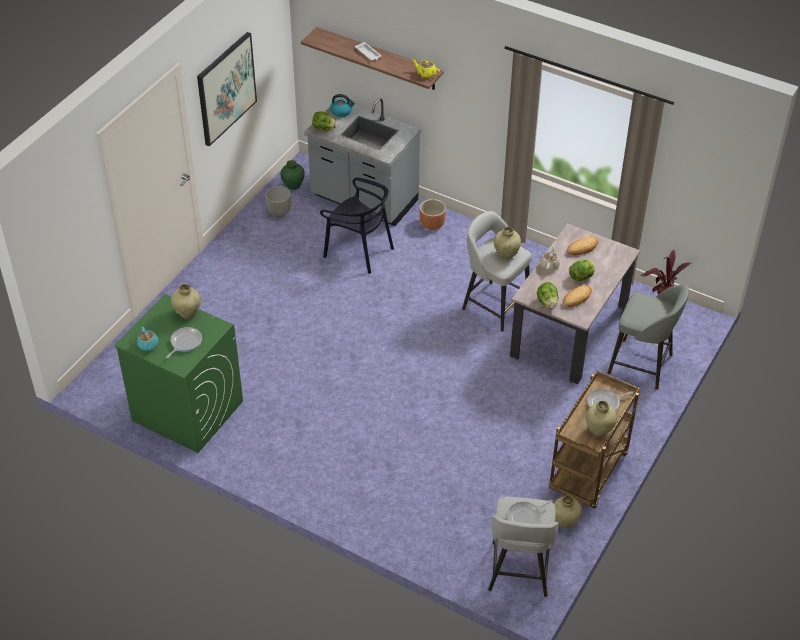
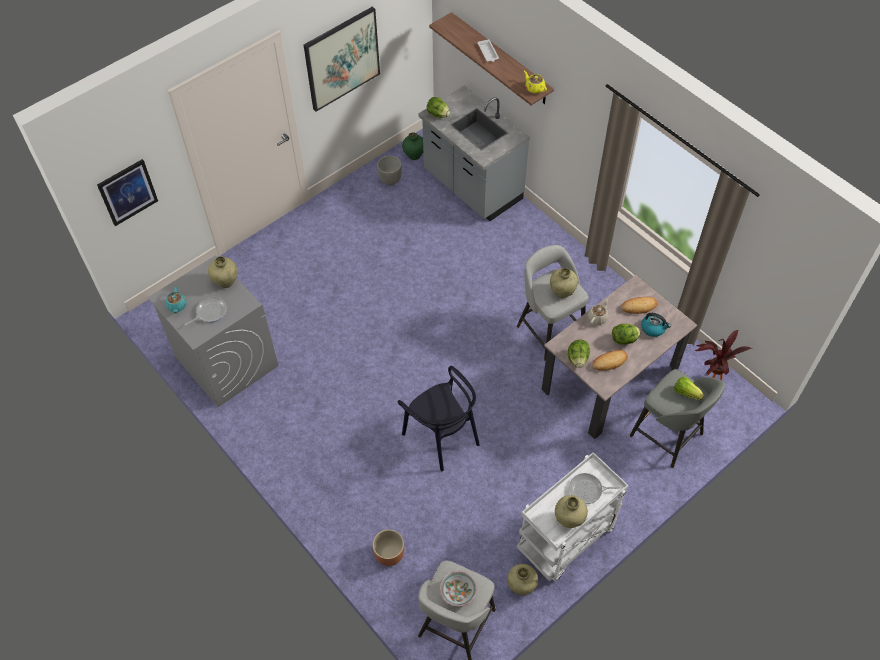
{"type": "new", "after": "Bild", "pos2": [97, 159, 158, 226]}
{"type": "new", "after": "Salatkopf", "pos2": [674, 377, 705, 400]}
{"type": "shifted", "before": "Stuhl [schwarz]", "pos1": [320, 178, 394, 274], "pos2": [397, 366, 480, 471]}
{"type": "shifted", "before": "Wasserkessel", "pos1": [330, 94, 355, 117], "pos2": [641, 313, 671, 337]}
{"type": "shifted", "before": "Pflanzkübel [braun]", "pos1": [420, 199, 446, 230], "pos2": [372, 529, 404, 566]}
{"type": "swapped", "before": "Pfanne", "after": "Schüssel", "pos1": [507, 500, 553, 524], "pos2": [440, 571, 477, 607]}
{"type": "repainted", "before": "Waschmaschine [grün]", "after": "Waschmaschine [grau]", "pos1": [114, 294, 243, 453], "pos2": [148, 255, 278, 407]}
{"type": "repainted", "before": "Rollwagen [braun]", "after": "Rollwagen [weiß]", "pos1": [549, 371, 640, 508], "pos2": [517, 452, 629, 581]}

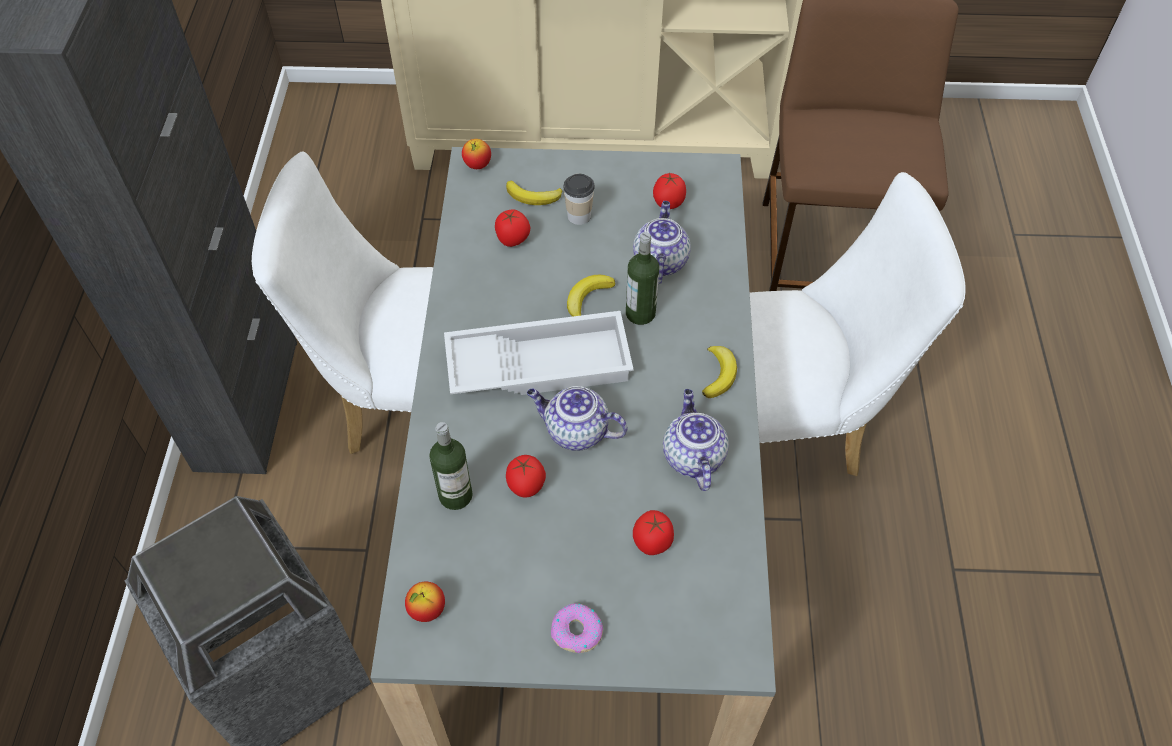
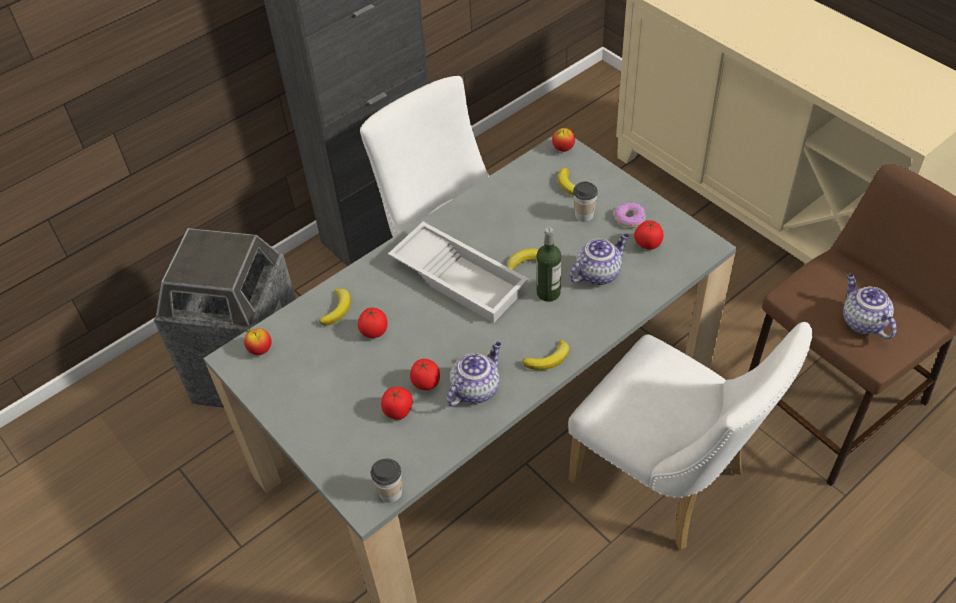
{"type": "new", "after": "Tasse", "pos2": [371, 458, 402, 503]}
{"type": "shifted", "before": "Tomate", "pos1": [495, 209, 530, 247], "pos2": [410, 359, 440, 390]}
{"type": "shifted", "before": "Teekanne", "pos1": [527, 386, 627, 451], "pos2": [843, 274, 897, 339]}
{"type": "shifted", "before": "Donut", "pos1": [551, 603, 603, 653], "pos2": [615, 202, 646, 228]}
{"type": "swapped", "before": "Flasche", "after": "Banane", "pos1": [429, 422, 473, 510], "pos2": [319, 288, 351, 326]}

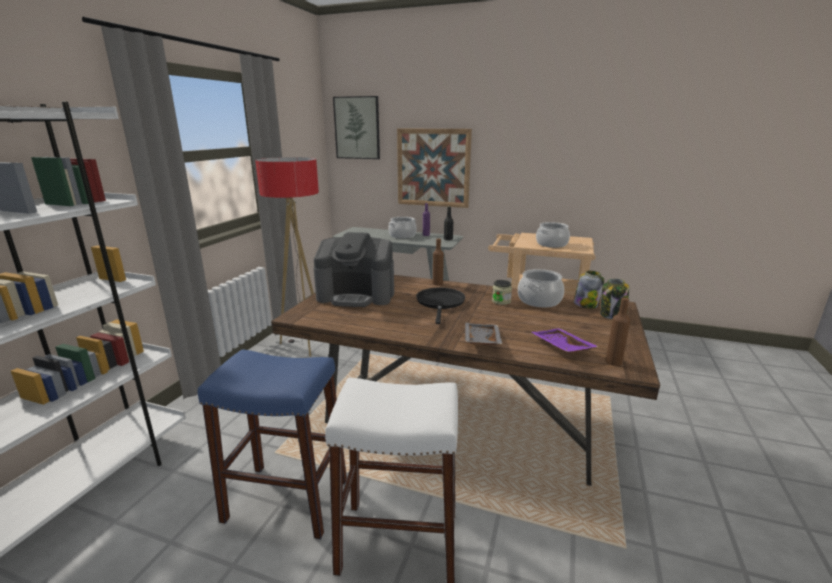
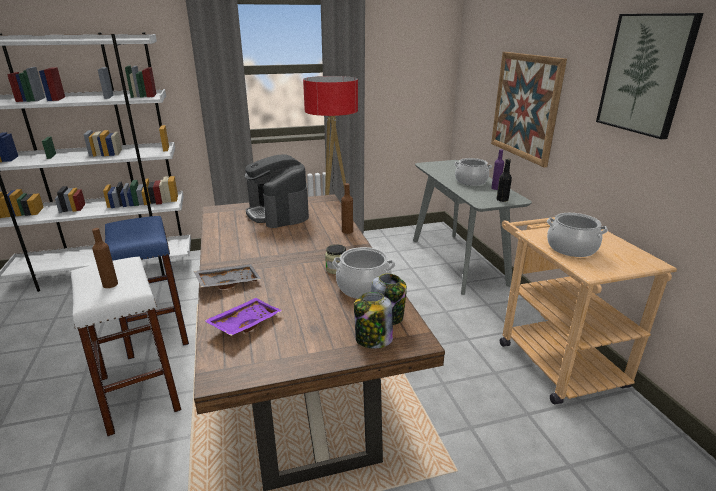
{"type": "gone", "before": "Pfanne [schwarz]", "pos1": [416, 288, 465, 324]}
{"type": "shifted", "before": "Bild", "pos1": [333, 96, 380, 159], "pos2": [596, 13, 704, 139]}
{"type": "shifted", "before": "Flasche [braun]", "pos1": [605, 298, 630, 366], "pos2": [92, 228, 118, 288]}

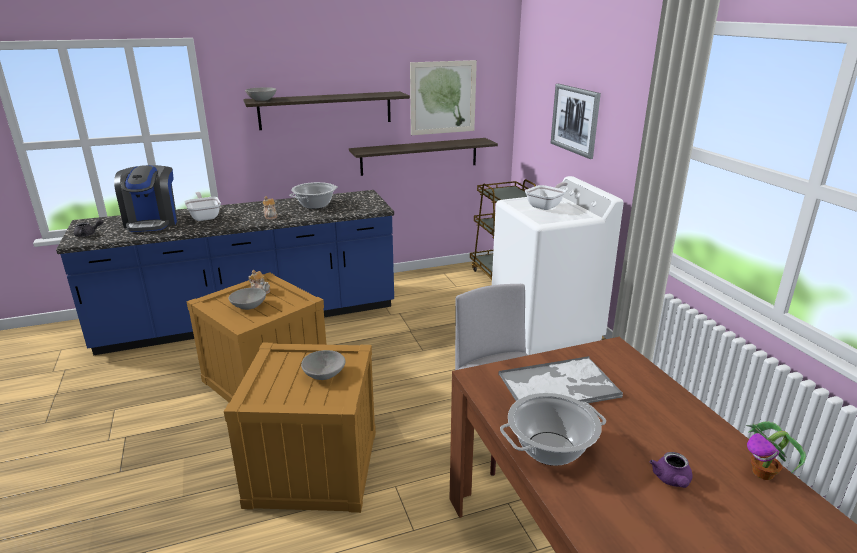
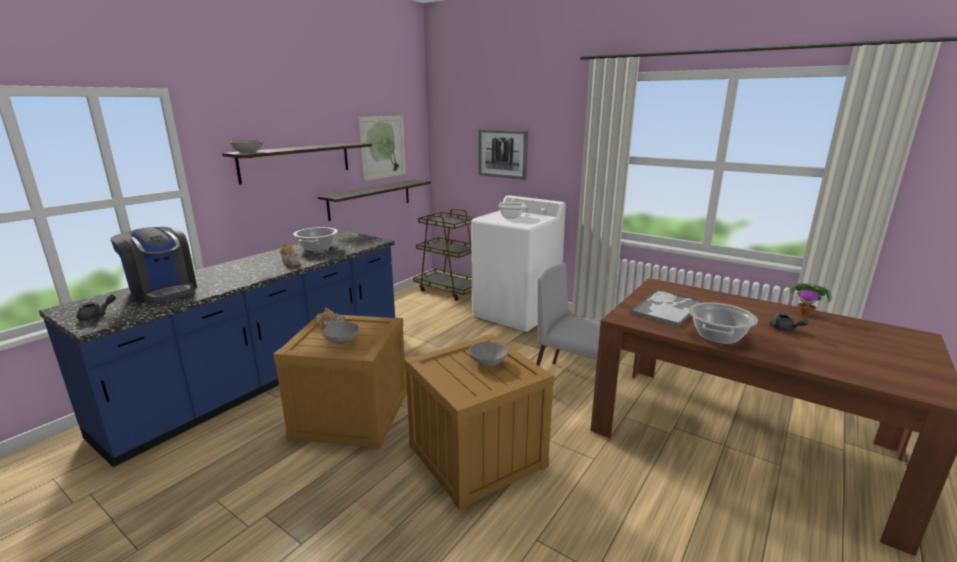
{"type": "gone", "before": "Pfanne", "pos1": [185, 192, 221, 221]}
{"type": "repainted", "before": "Teekanne [lila]", "after": "Teekanne [grau]", "pos1": [650, 452, 692, 488], "pos2": [770, 313, 808, 331]}

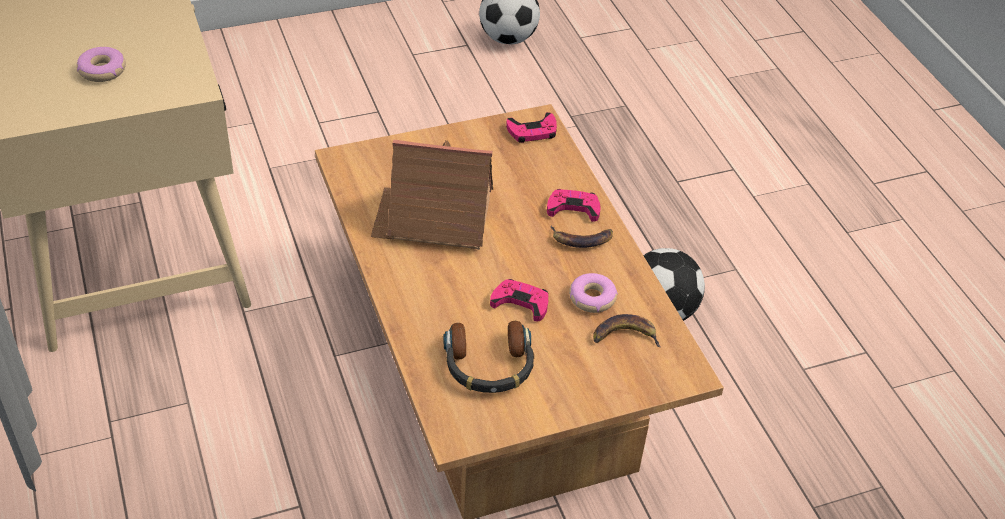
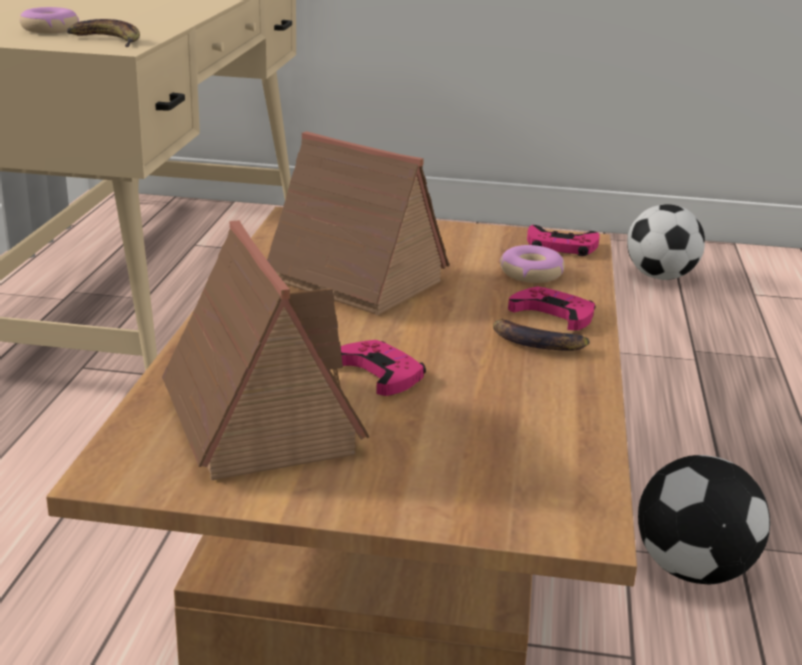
{"type": "shifted", "before": "Donut", "pos1": [569, 273, 618, 313], "pos2": [500, 245, 565, 283]}
{"type": "shifted", "before": "Banane", "pos1": [593, 314, 661, 347], "pos2": [67, 19, 140, 47]}
{"type": "swapped", "before": "Kopfhörer", "after": "Spielzeughaus", "pos1": [443, 321, 534, 393], "pos2": [162, 220, 369, 480]}

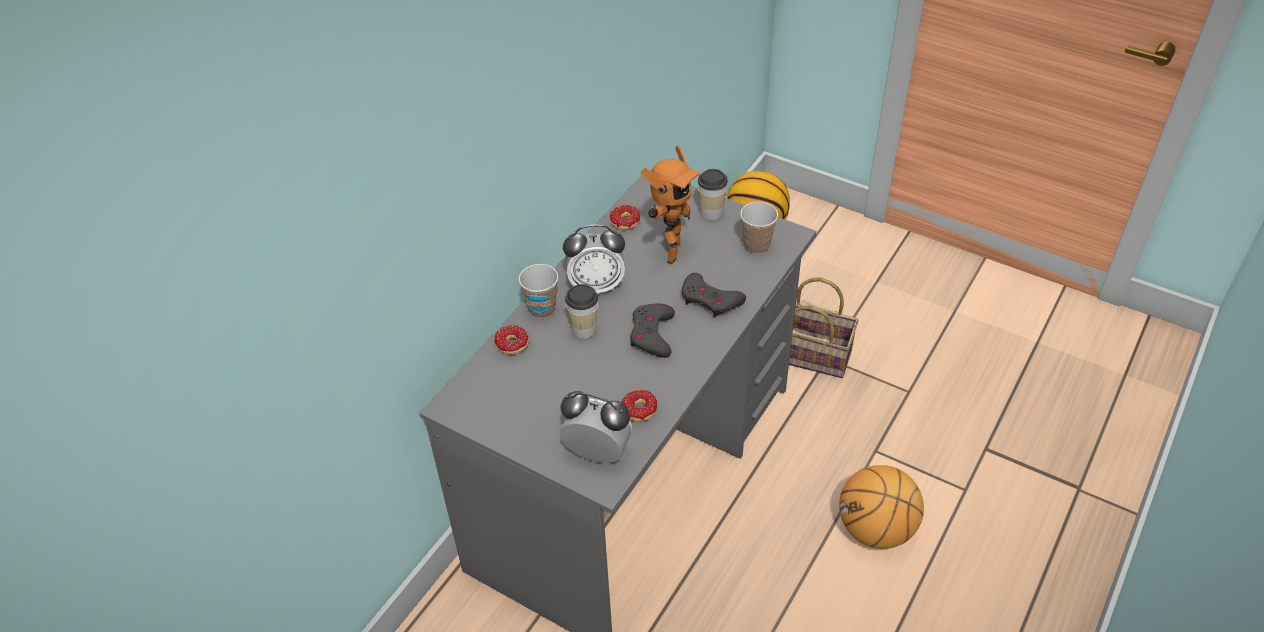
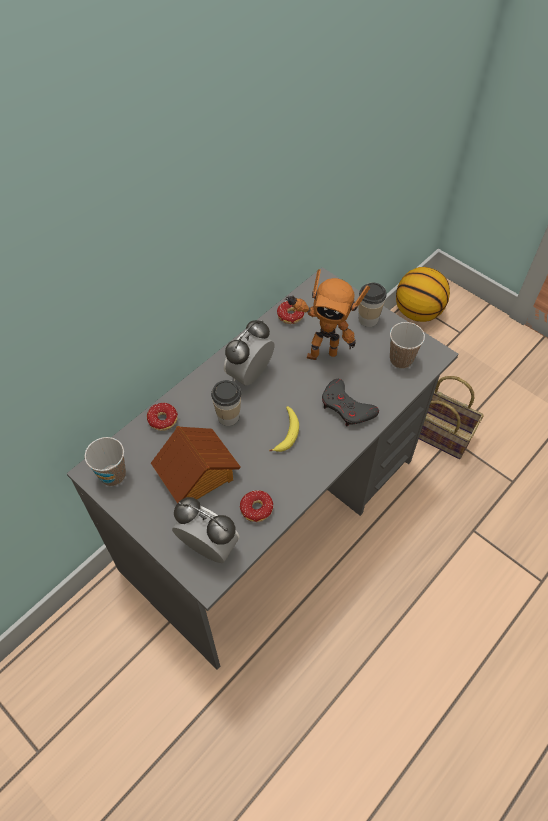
{"type": "gone", "before": "Basketball", "pos1": [839, 465, 924, 549]}
{"type": "new", "after": "Spielzeughaus", "pos2": [151, 426, 241, 503]}
{"type": "shifted", "before": "Tasse", "pos1": [519, 264, 558, 318], "pos2": [85, 437, 126, 486]}
{"type": "swapped", "before": "Gamepad [grau]", "after": "Banane", "pos1": [630, 304, 675, 358], "pos2": [269, 406, 299, 452]}
{"type": "rotated", "before": "Wecker", "pos1": [563, 225, 625, 294], "pos2": [224, 320, 274, 386], "turn": 120}
{"type": "rotated", "before": "Spielzeugroboter", "pos1": [641, 145, 702, 265], "pos2": [285, 269, 370, 360], "turn": 60}

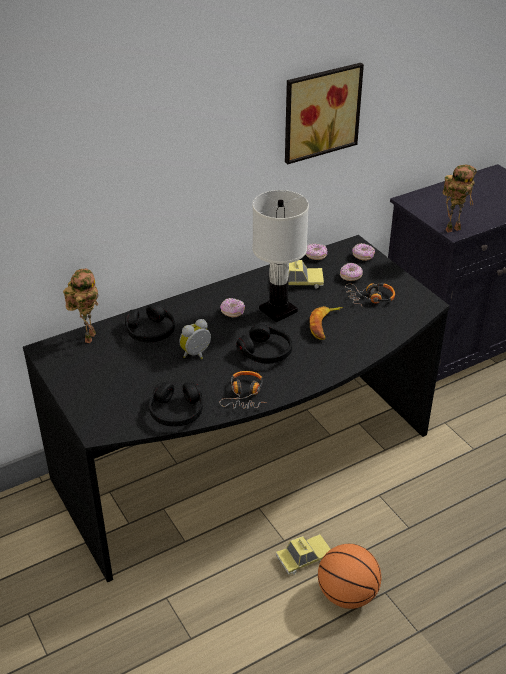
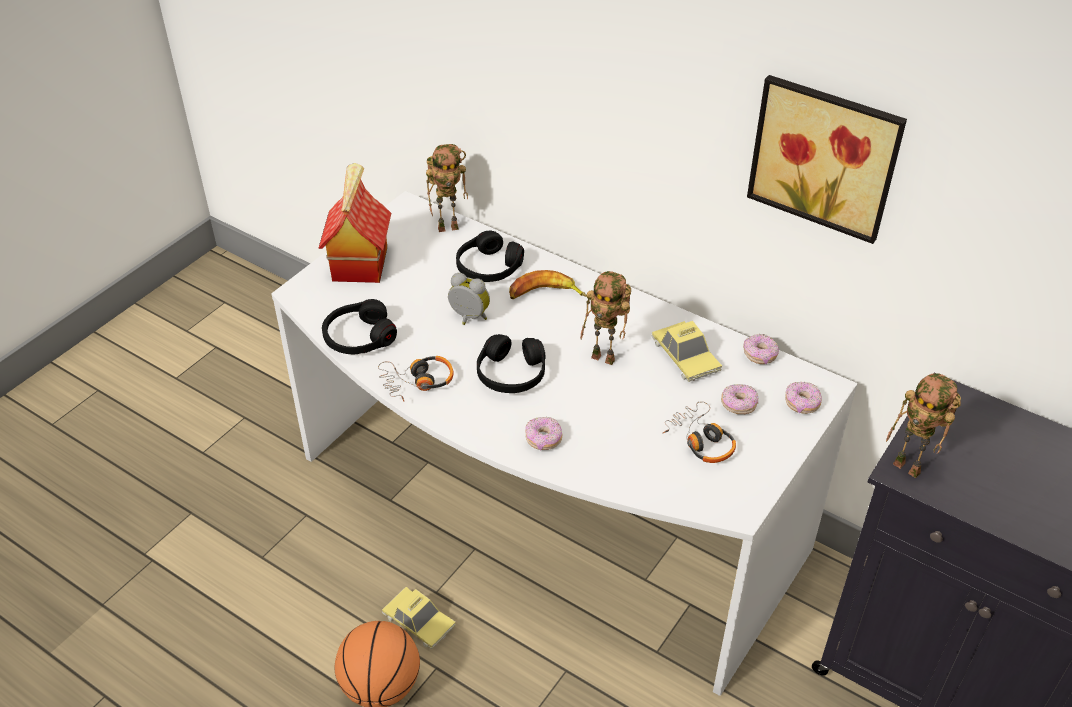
{"type": "new", "after": "Spielzeughaus", "pos2": [318, 163, 391, 283]}
{"type": "shifted", "before": "Donut", "pos1": [220, 298, 245, 317], "pos2": [525, 417, 563, 451]}
{"type": "shifted", "before": "Banane", "pos1": [310, 306, 343, 340], "pos2": [509, 270, 587, 299]}
{"type": "swapped", "before": "Tischlampe [weiß]", "after": "Spielzeugroboter", "pos1": [252, 190, 309, 322], "pos2": [580, 271, 631, 365]}
{"type": "repainted", "before": "Schreibtisch [schwarz]", "after": "Schreibtisch [weiß]", "pos1": [23, 235, 449, 582], "pos2": [271, 191, 858, 696]}

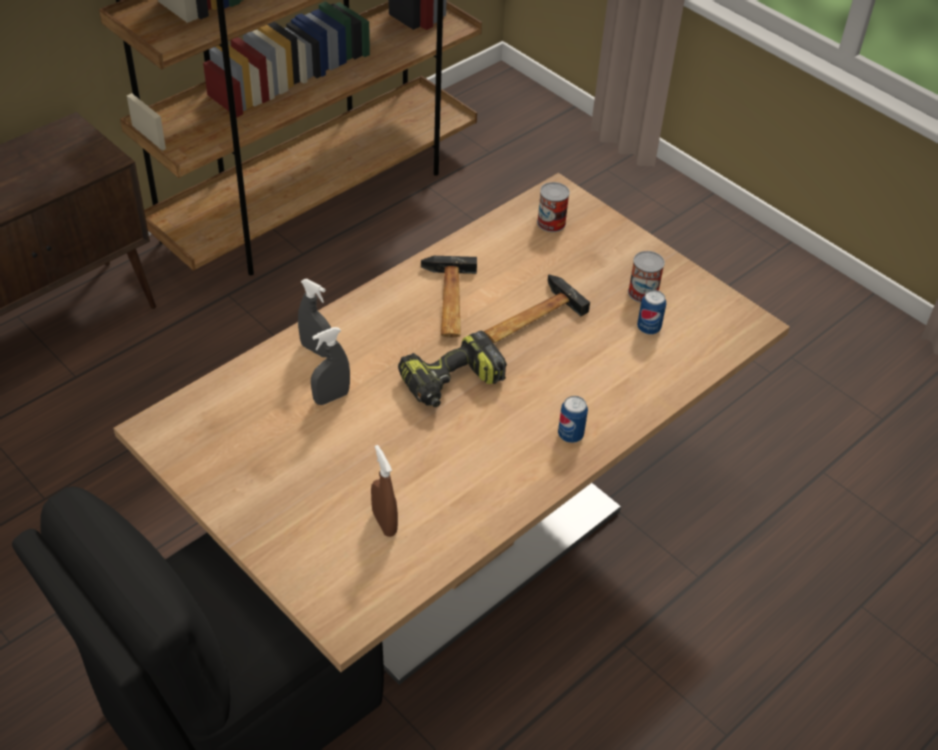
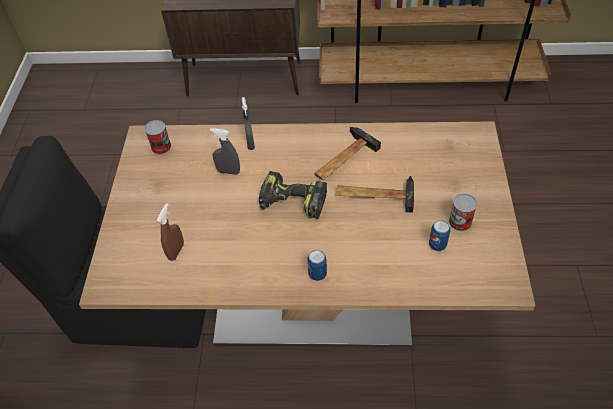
{"type": "shifted", "before": "Dose", "pos1": [537, 182, 570, 232], "pos2": [145, 120, 171, 154]}

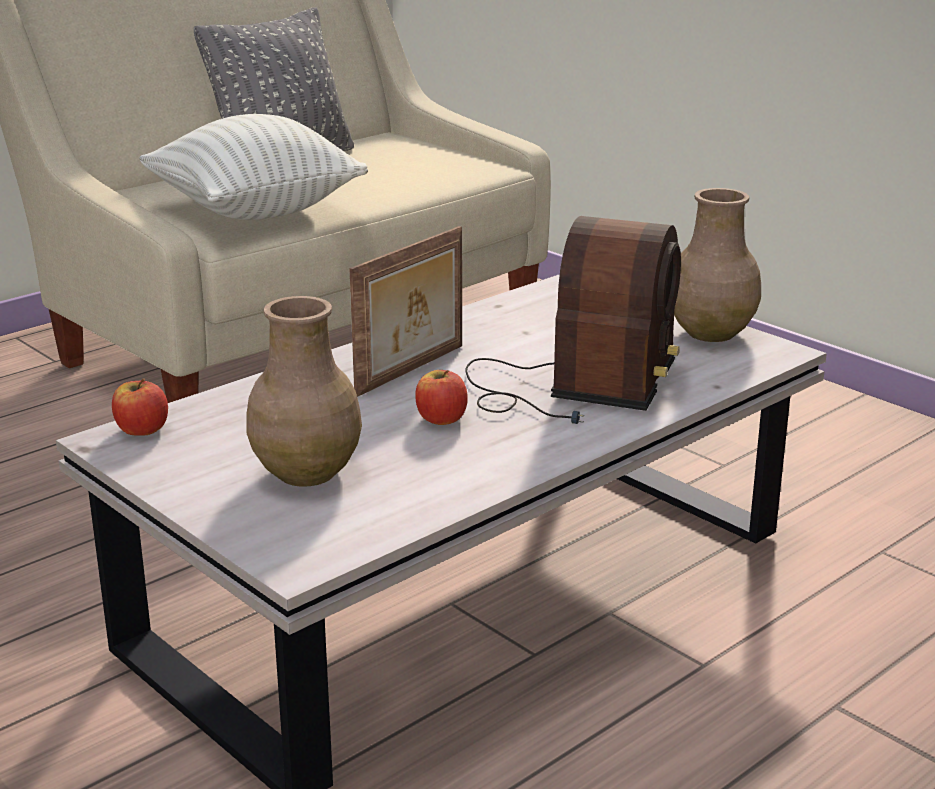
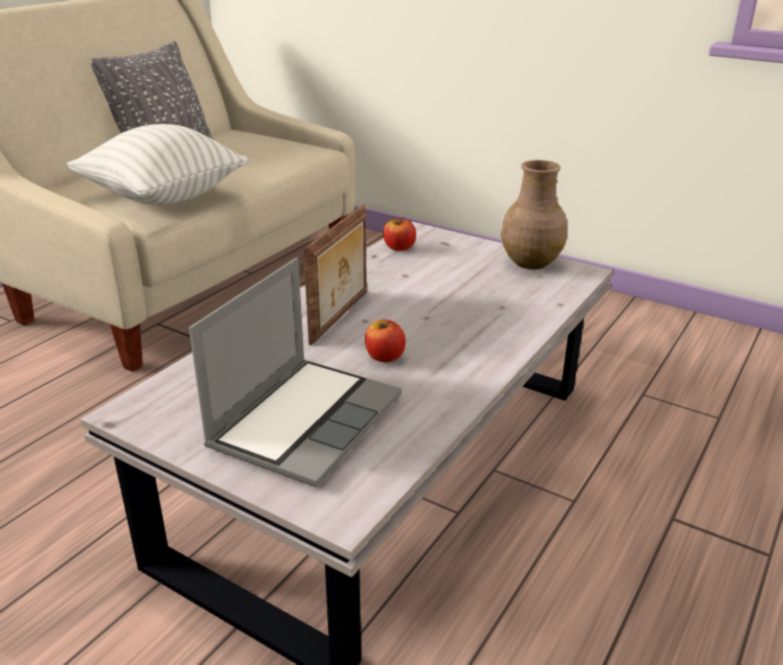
{"type": "gone", "before": "Radio", "pos1": [465, 216, 681, 424]}
{"type": "shifted", "before": "Apfel", "pos1": [112, 378, 168, 436], "pos2": [383, 217, 416, 251]}
{"type": "swapped", "before": "Vase [braun]", "after": "Laptop", "pos1": [246, 296, 362, 487], "pos2": [189, 258, 402, 487]}

